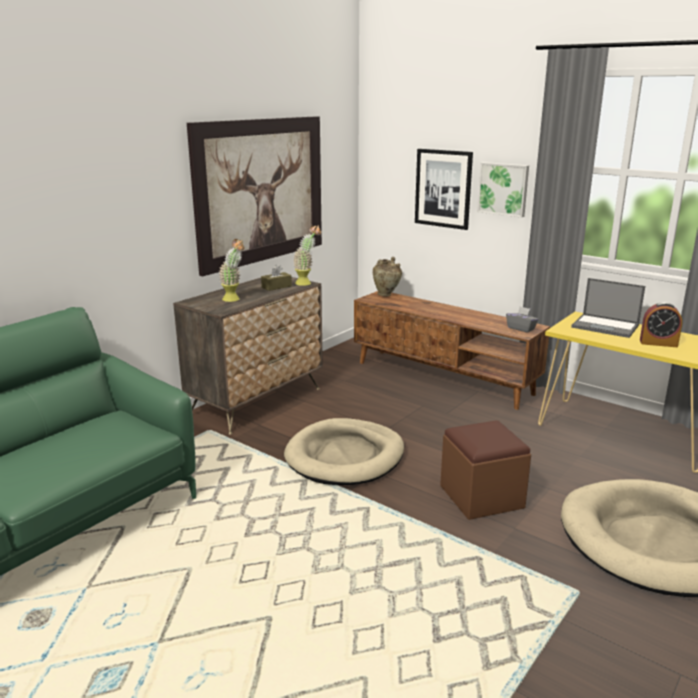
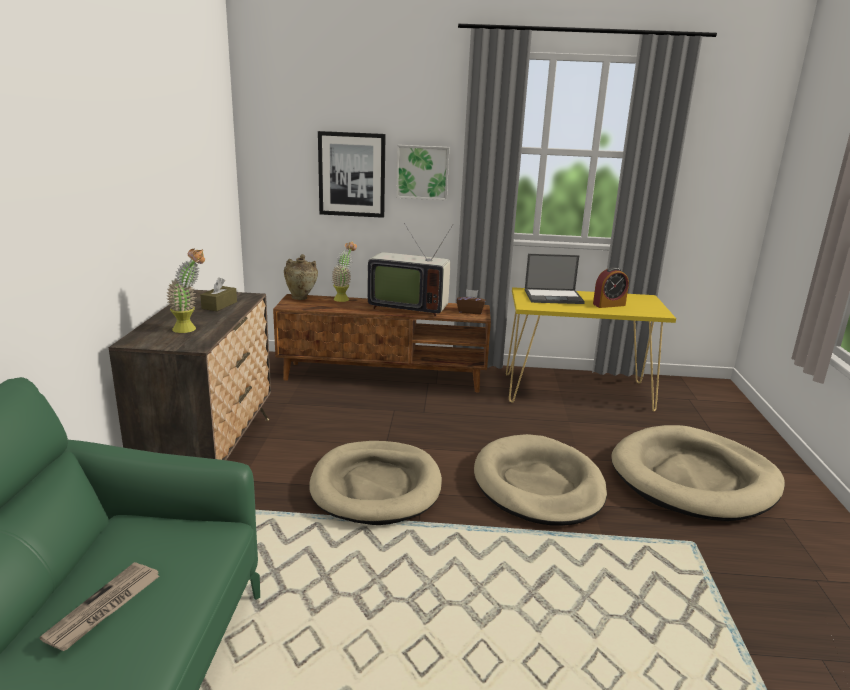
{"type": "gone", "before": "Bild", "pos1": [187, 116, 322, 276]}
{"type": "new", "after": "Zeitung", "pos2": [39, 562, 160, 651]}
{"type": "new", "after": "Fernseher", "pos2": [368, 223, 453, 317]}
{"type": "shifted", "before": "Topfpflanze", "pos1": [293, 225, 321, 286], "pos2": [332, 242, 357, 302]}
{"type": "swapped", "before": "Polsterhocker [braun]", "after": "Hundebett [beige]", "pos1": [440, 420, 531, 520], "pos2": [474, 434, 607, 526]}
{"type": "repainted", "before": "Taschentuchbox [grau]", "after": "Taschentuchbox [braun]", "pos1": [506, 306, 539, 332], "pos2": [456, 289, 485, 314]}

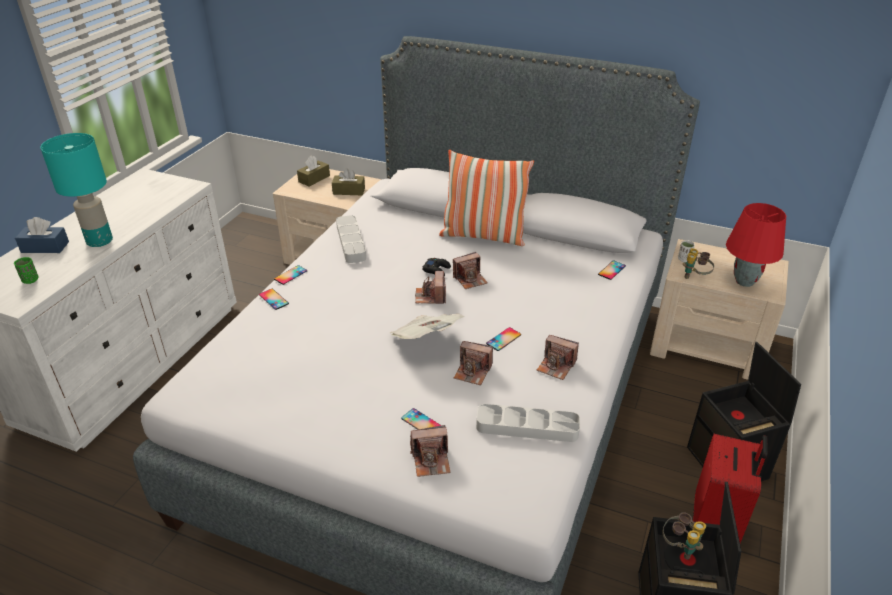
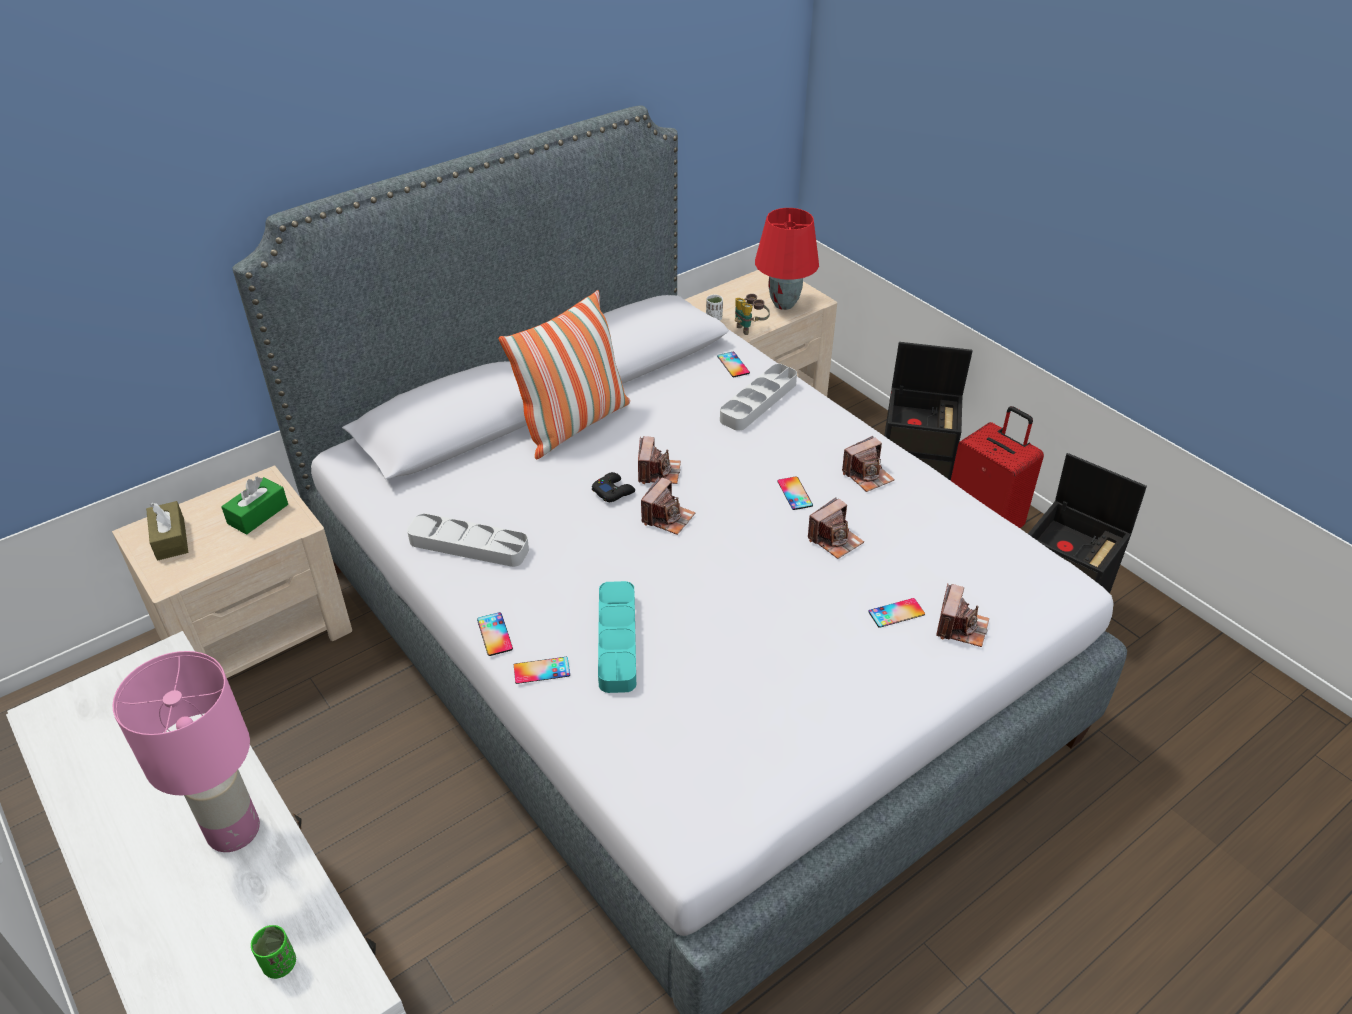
{"type": "gone", "before": "Taschentuchbox [blau]", "pos1": [15, 217, 69, 253]}
{"type": "gone", "before": "Zeitung", "pos1": [390, 314, 465, 339]}
{"type": "gone", "before": "Fernglas", "pos1": [662, 512, 706, 559]}
{"type": "new", "after": "Tablett [türkis]", "pos2": [598, 581, 636, 693]}
{"type": "shifted", "before": "Tablett [grau]", "pos1": [476, 404, 580, 442], "pos2": [720, 364, 797, 431]}
{"type": "repainted", "before": "Tischlampe [türkis]", "after": "Tischlampe [rosa]", "pos1": [41, 133, 113, 247], "pos2": [112, 651, 260, 852]}
{"type": "repainted", "before": "Taschentuchbox [braun]", "after": "Taschentuchbox [grün]", "pos1": [332, 168, 365, 195], "pos2": [221, 477, 288, 535]}
{"type": "rotated", "before": "Kamera", "pos1": [415, 271, 446, 304], "pos2": [641, 477, 696, 535], "turn": -90}

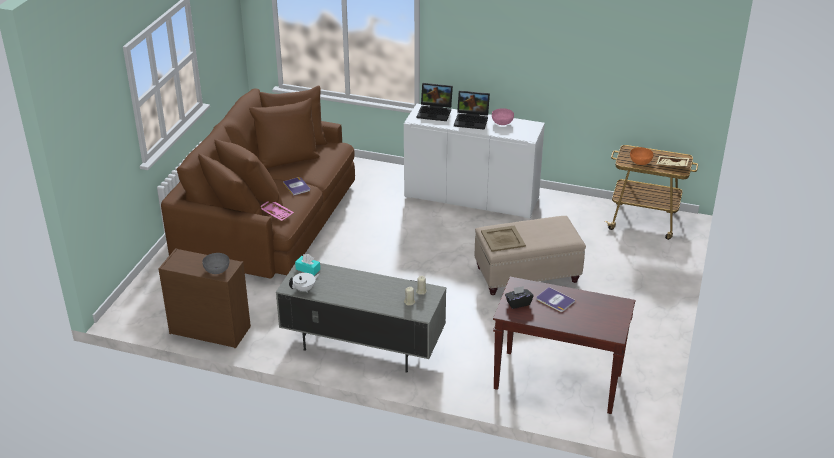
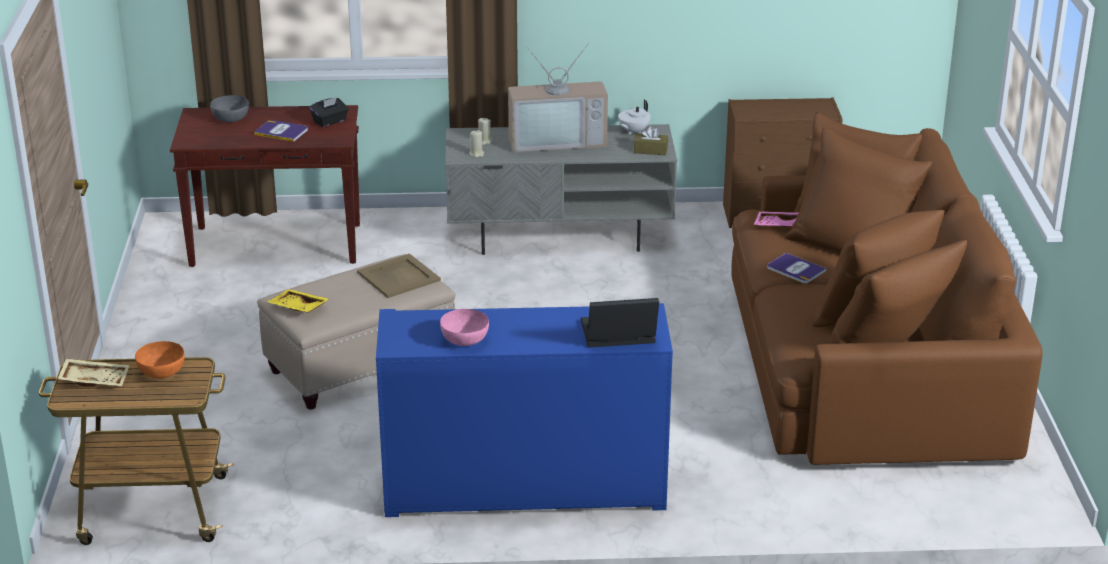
{"type": "gone", "before": "Laptop", "pos1": [454, 91, 490, 130]}
{"type": "new", "after": "Tablett [gelb]", "pos2": [266, 289, 329, 313]}
{"type": "new", "after": "Fernseher", "pos2": [508, 43, 608, 153]}
{"type": "shifted", "before": "Schüssel [grau]", "pos1": [202, 253, 229, 274], "pos2": [210, 95, 249, 123]}
{"type": "repainted", "before": "Taschentuchbox [türkis]", "after": "Taschentuchbox [braun]", "pos1": [295, 254, 320, 275], "pos2": [634, 126, 668, 155]}
{"type": "repainted", "before": "Schrank [weiß]", "after": "Schrank [blau]", "pos1": [404, 104, 545, 219], "pos2": [376, 303, 673, 517]}

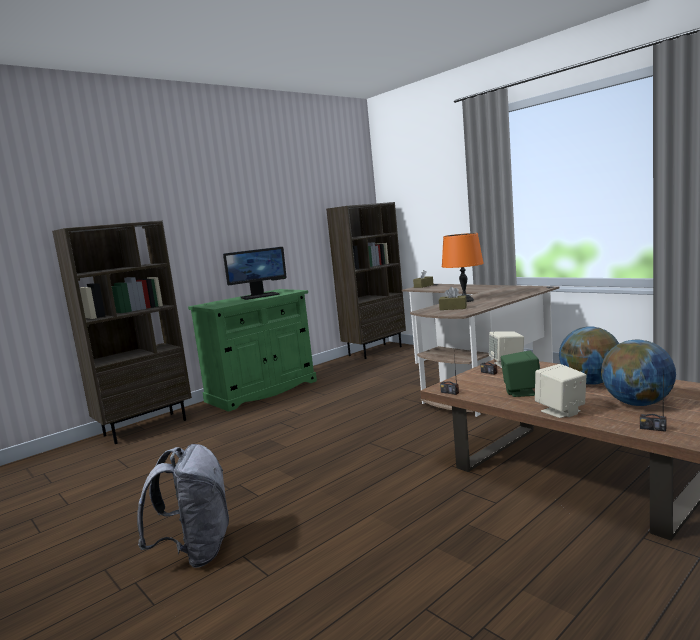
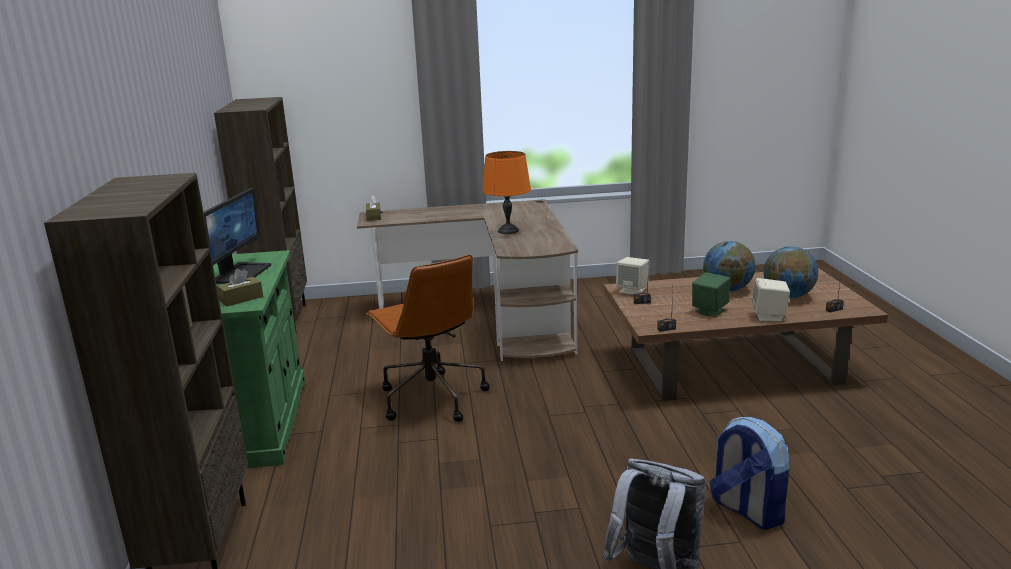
{"type": "new", "after": "Bürostuhl [braun]", "pos2": [366, 255, 490, 422]}
{"type": "new", "after": "Rucksack", "pos2": [710, 417, 789, 530]}
{"type": "shifted", "before": "Taschentuchbox [braun]", "pos1": [439, 287, 467, 310], "pos2": [217, 269, 263, 306]}

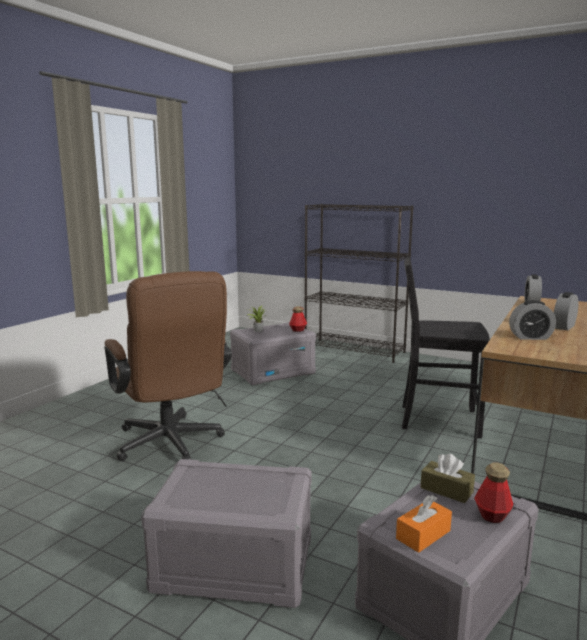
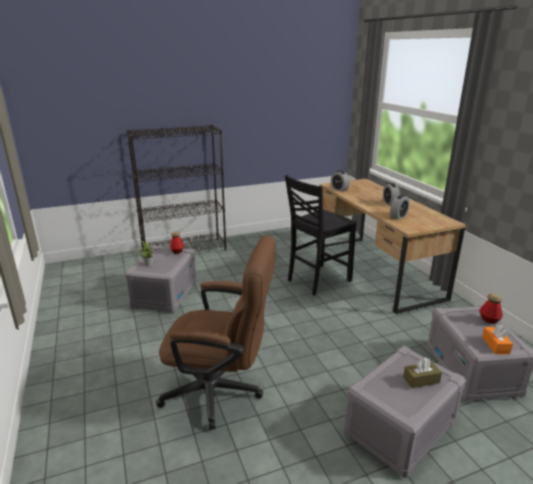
{"type": "shifted", "before": "Taschentuchbox [braun]", "pos1": [420, 454, 475, 503], "pos2": [403, 357, 442, 388]}

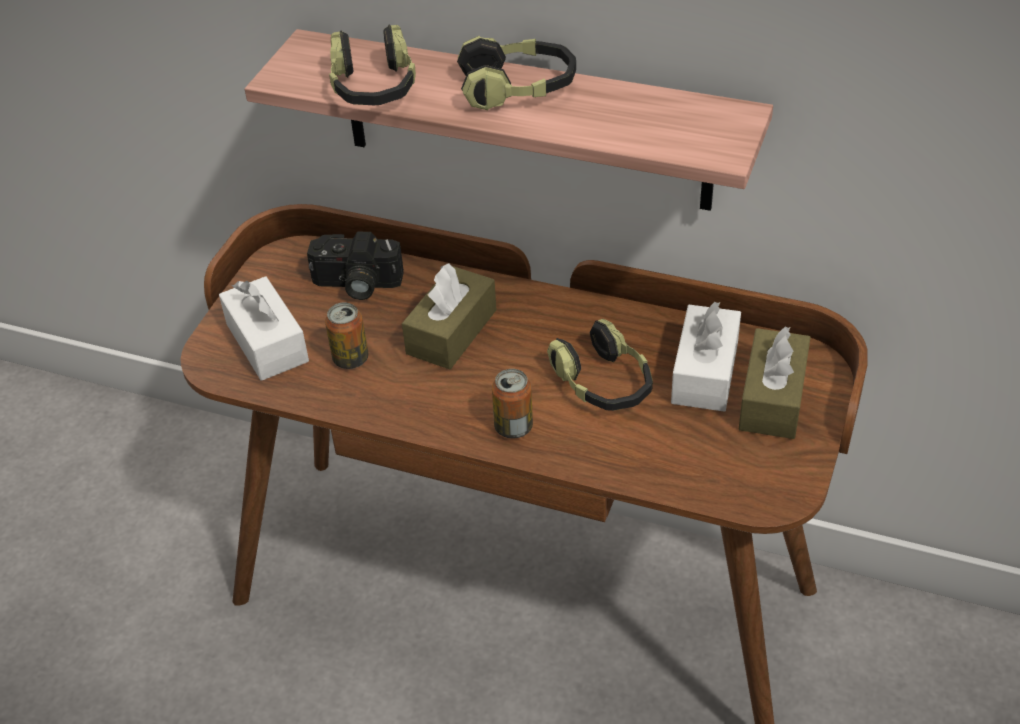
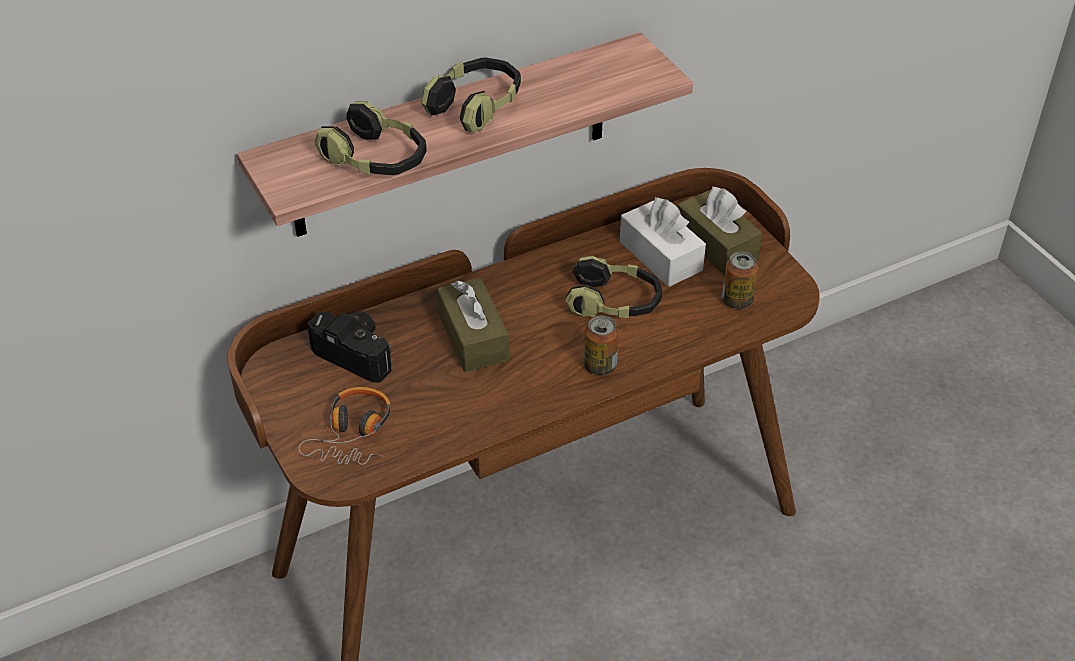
{"type": "shifted", "before": "Dose", "pos1": [325, 302, 369, 369], "pos2": [722, 251, 758, 309]}
{"type": "swapped", "before": "Taschentuchbox [weiß]", "after": "Kopfhörer", "pos1": [219, 276, 309, 381], "pos2": [299, 387, 391, 465]}
{"type": "rotated", "before": "Kamera", "pos1": [307, 232, 404, 300], "pos2": [307, 311, 392, 383], "turn": -105}

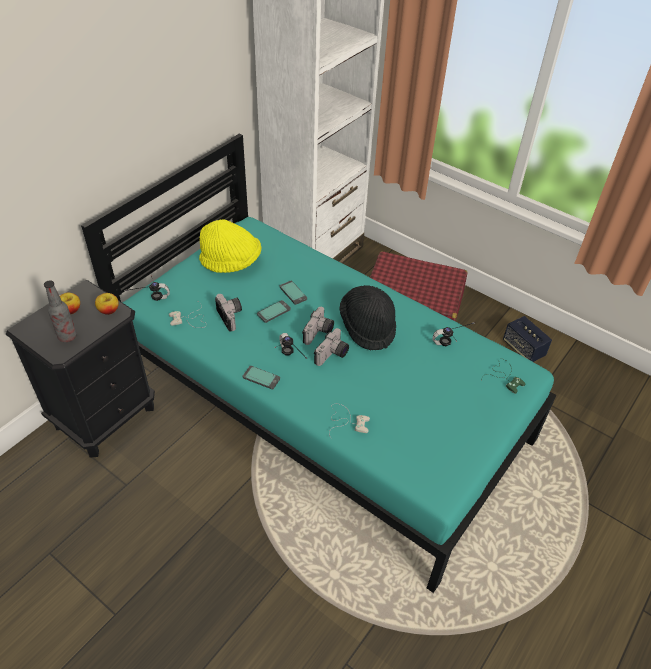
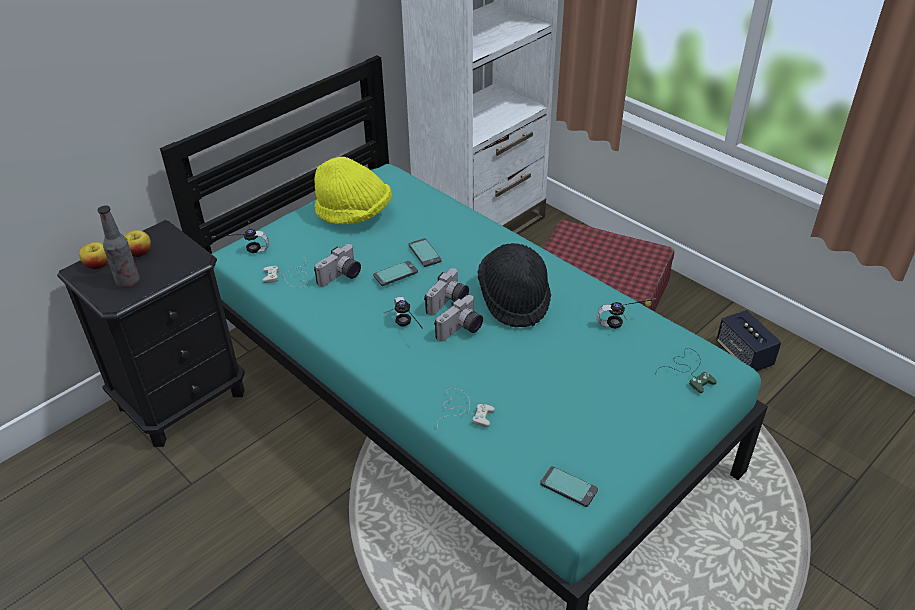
{"type": "shifted", "before": "Apfel", "pos1": [95, 293, 119, 315], "pos2": [79, 242, 108, 269]}
{"type": "shifted", "before": "Handy", "pos1": [243, 366, 280, 389], "pos2": [540, 466, 598, 507]}
{"type": "rotated", "before": "Kamera", "pos1": [215, 294, 242, 331], "pos2": [314, 244, 361, 287], "turn": 60}

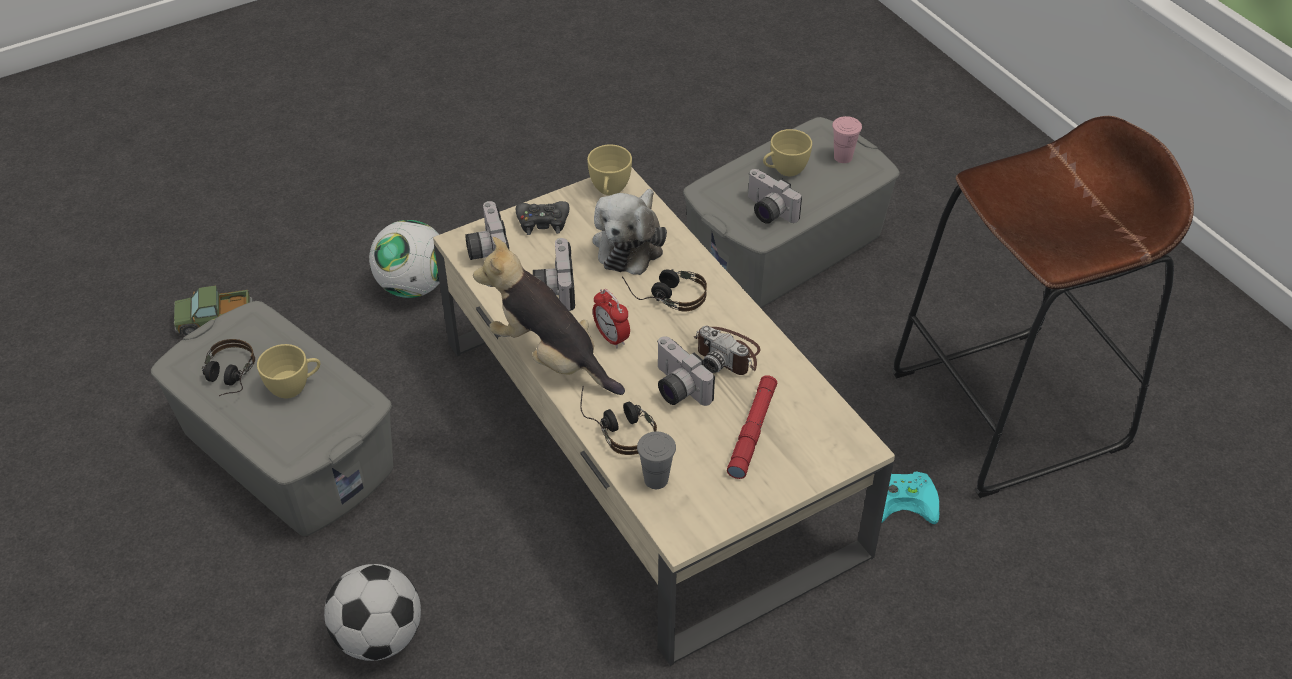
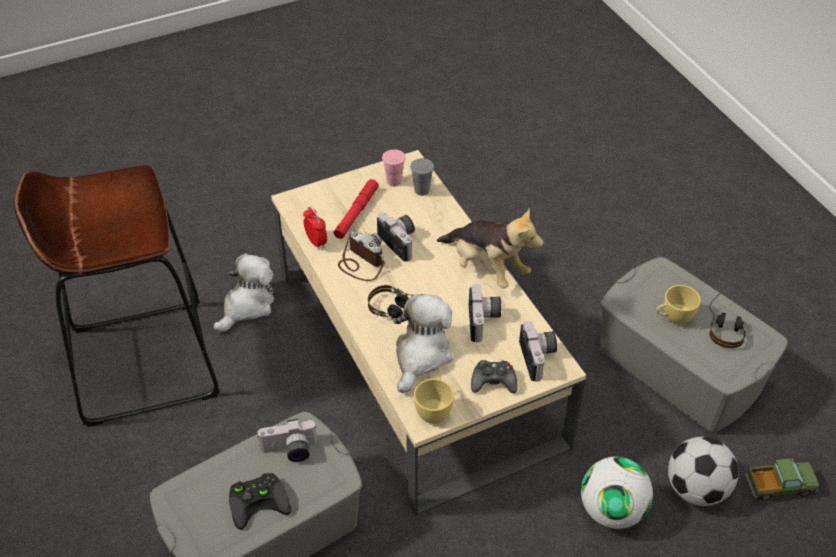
{"type": "gone", "before": "Kopfhörer", "pos1": [580, 386, 657, 455]}
{"type": "shifted", "before": "Fußball", "pos1": [324, 564, 421, 661], "pos2": [668, 437, 739, 506]}
{"type": "shifted", "before": "Wecker", "pos1": [593, 289, 630, 348], "pos2": [303, 207, 327, 250]}
{"type": "shifted", "before": "Tasse [rosa]", "pos1": [832, 116, 862, 163], "pos2": [382, 149, 406, 187]}
{"type": "swapped", "before": "Tasse [gelb]", "after": "Gamepad [schwarz]", "pos1": [763, 129, 812, 176], "pos2": [229, 473, 291, 530]}
{"type": "swapped", "before": "Gamepad [türkis]", "after": "Plüschtier", "pos1": [882, 471, 939, 524], "pos2": [214, 253, 274, 332]}
{"type": "rotated", "before": "Kamera", "pos1": [748, 169, 802, 224], "pos2": [257, 419, 317, 462], "turn": 120}

